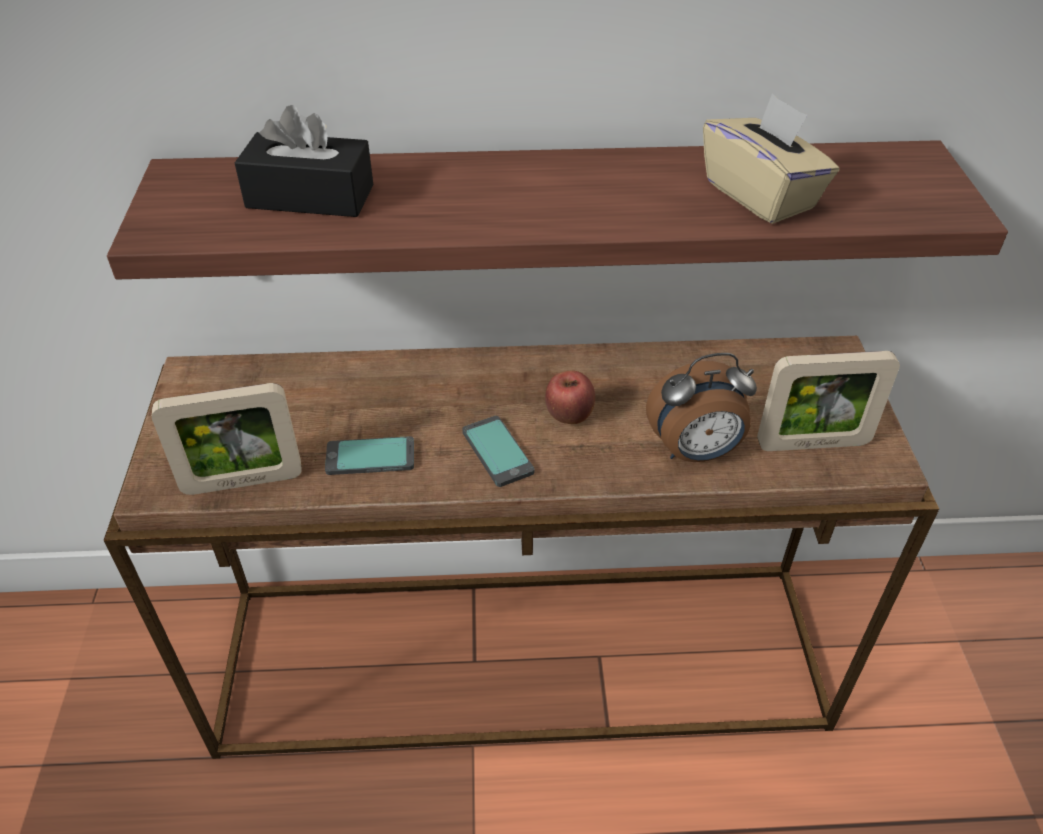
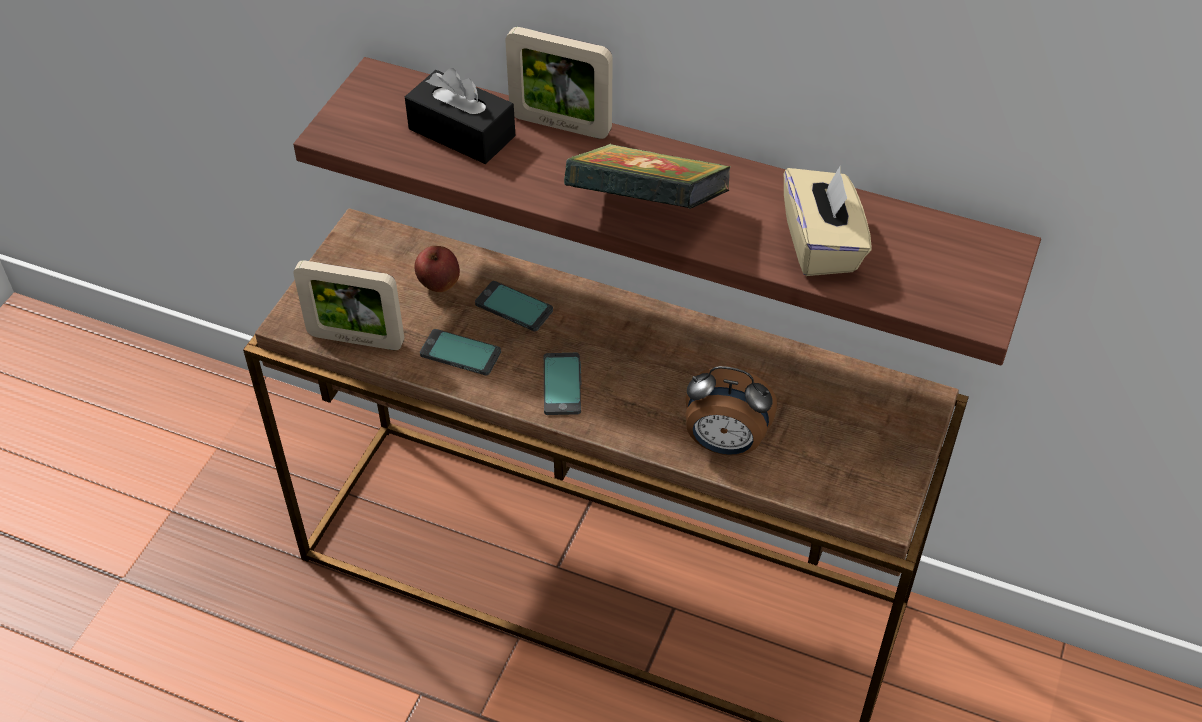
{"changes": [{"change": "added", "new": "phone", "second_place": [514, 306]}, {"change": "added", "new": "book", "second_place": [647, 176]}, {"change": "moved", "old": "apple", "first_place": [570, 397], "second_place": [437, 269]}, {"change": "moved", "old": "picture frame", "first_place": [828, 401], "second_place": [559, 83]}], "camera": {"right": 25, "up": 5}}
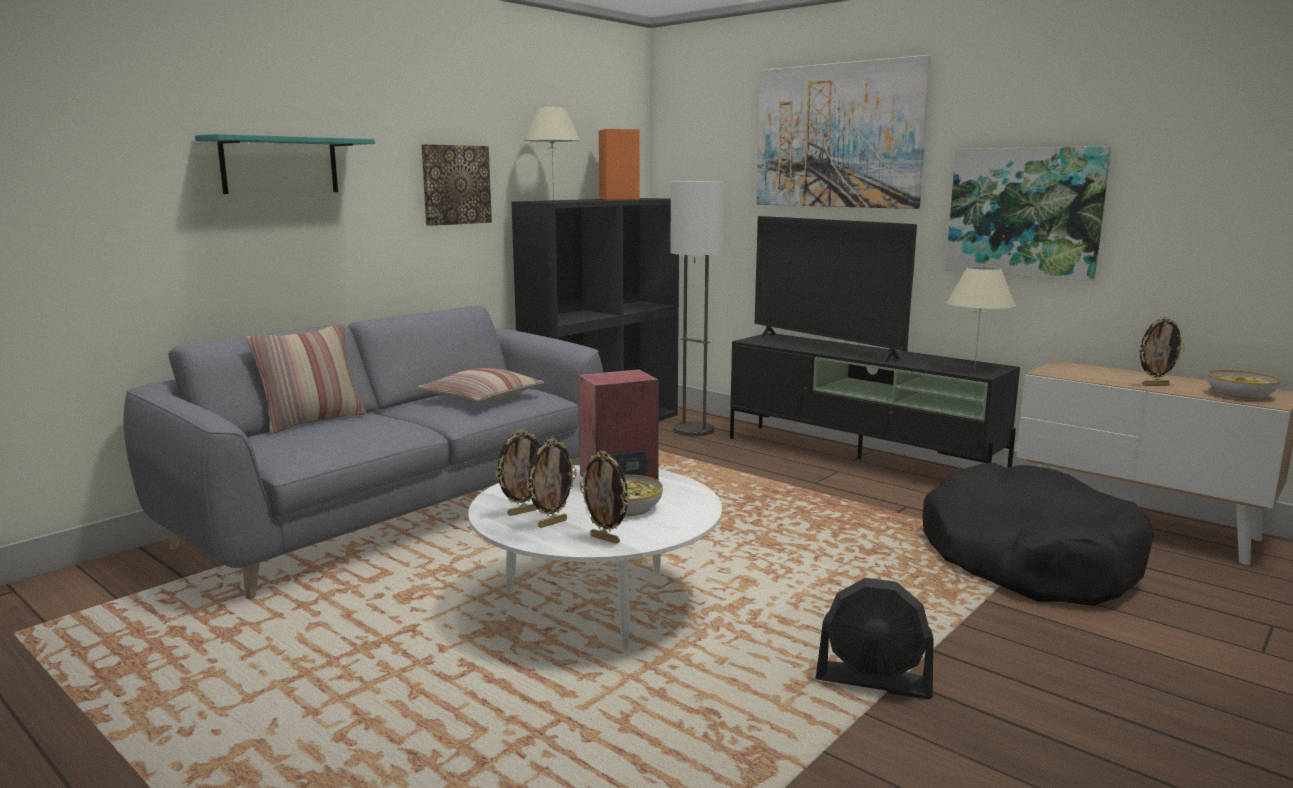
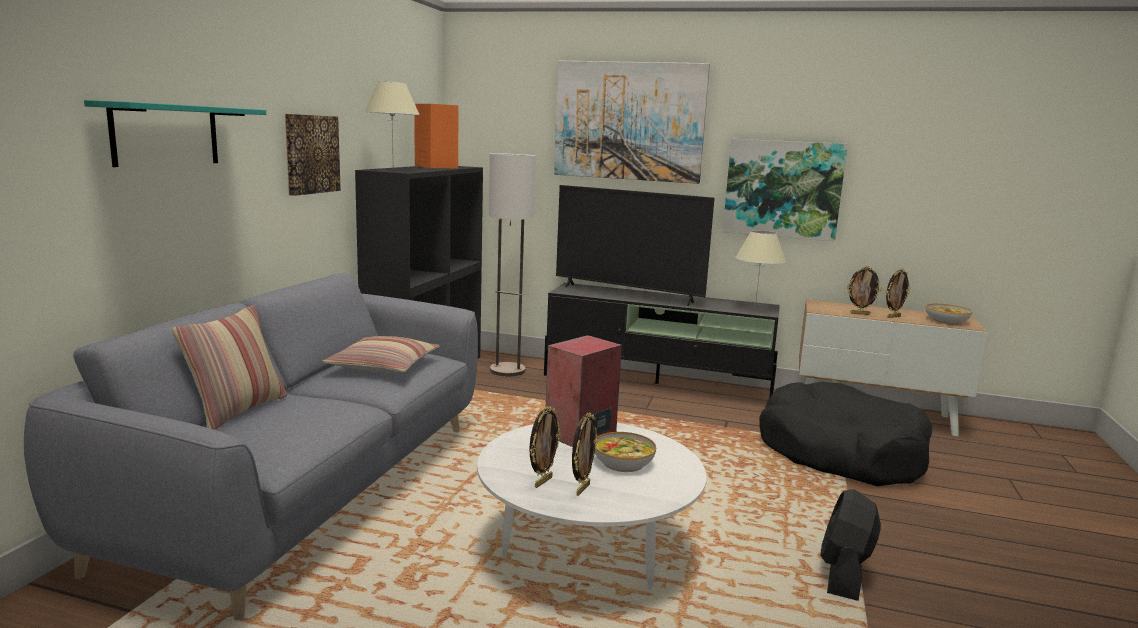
{"changes": [{"change": "moved", "old": "picture frame", "first_place": [605, 497], "second_place": [864, 290]}, {"change": "turned", "old": "fan/black", "first_place": [875, 638], "second_place": [850, 545], "degrees": 120}], "camera": {"right": -25, "up": 0}}
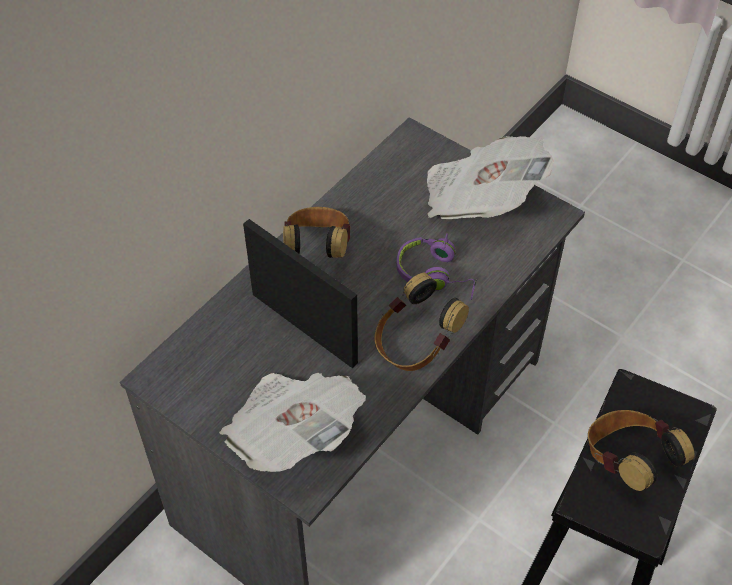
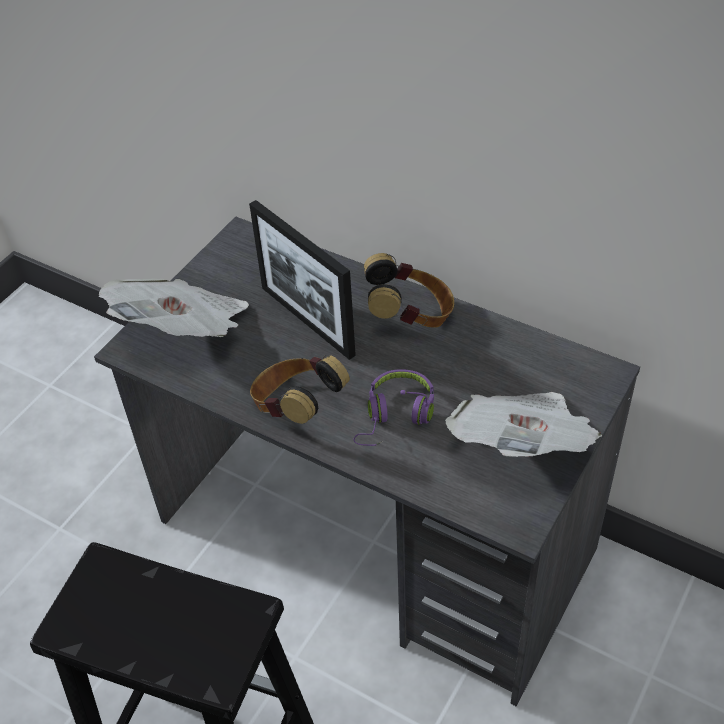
{"changes": [{"change": "removed", "old": "headphones", "first_place": [641, 450]}, {"change": "turned", "old": "picture frame", "first_place": [300, 293], "second_place": [302, 280], "degrees": 105}], "camera": {"right": 85, "up": -5}}
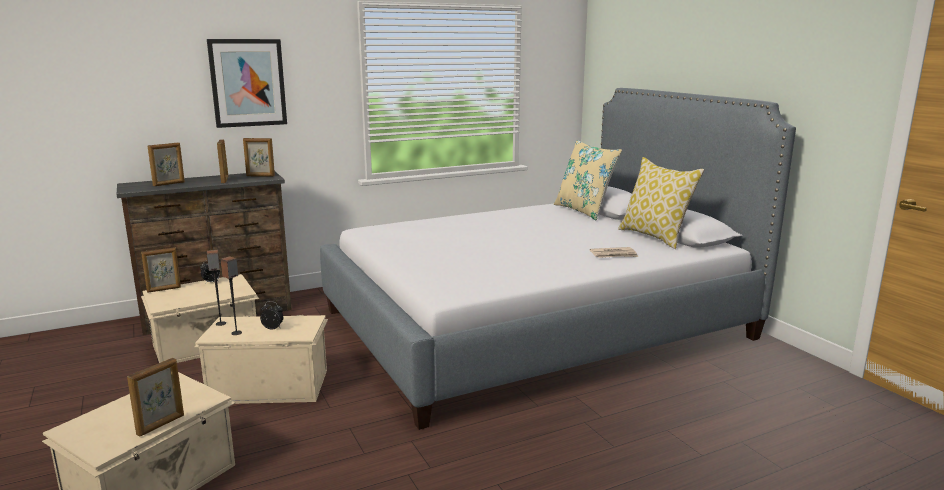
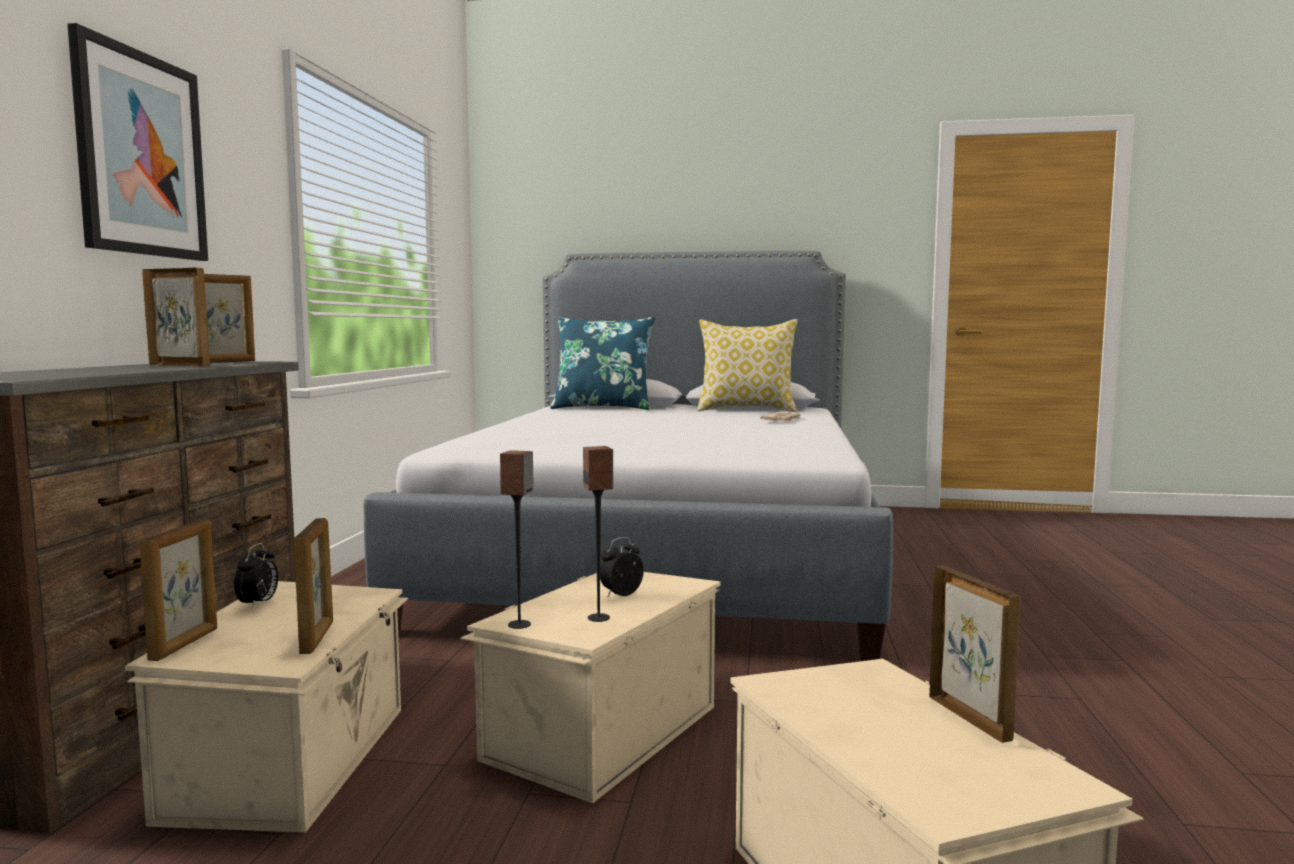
{"changes": [{"change": "moved", "old": "picture frame", "first_place": [166, 164], "second_place": [313, 586]}, {"change": "recoloured", "old": "pillow/beige", "new": "pillow/blue", "first_place": [588, 180], "second_place": [602, 363]}], "camera": {"right": -55, "up": -10}}
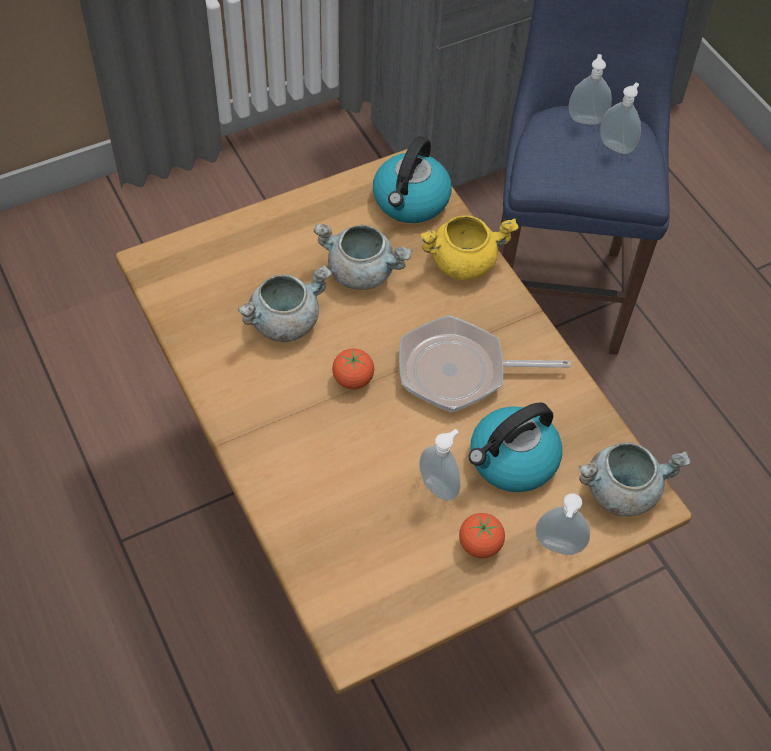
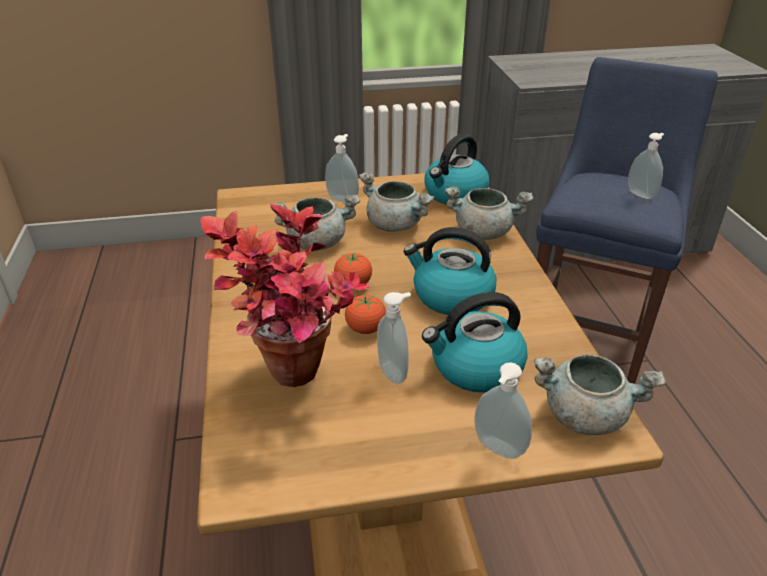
{"changes": [{"change": "added", "new": "potted plant", "second_place": [284, 295]}, {"change": "moved", "old": "tomato", "first_place": [482, 535], "second_place": [365, 314]}, {"change": "moved", "old": "soap dispenser", "first_place": [590, 89], "second_place": [342, 168]}, {"change": "replaced", "old": "frying pan", "new": "kettle", "first_place": [485, 364], "second_place": [449, 271]}, {"change": "recoloured", "old": "cooking pot/yellow", "new": "cooking pot/grey", "first_place": [469, 247], "second_place": [489, 213]}], "camera": {"right": 20, "up": -20}}
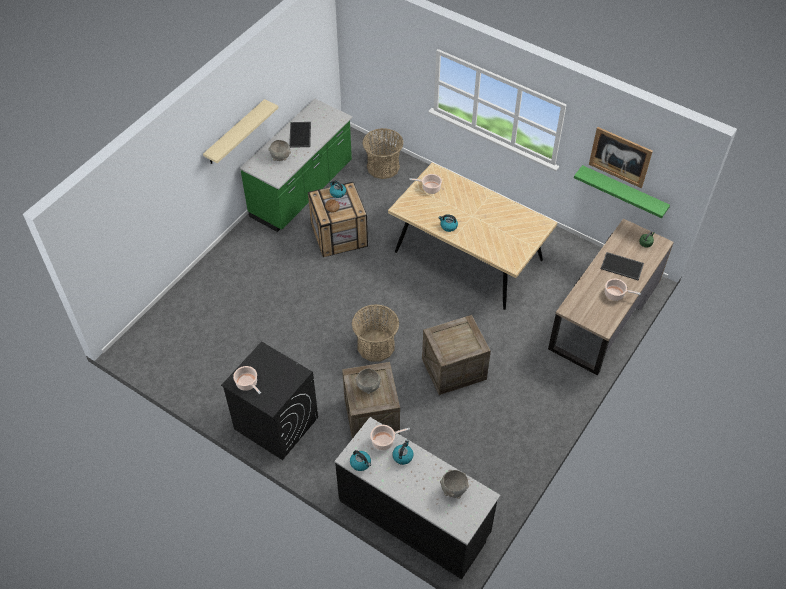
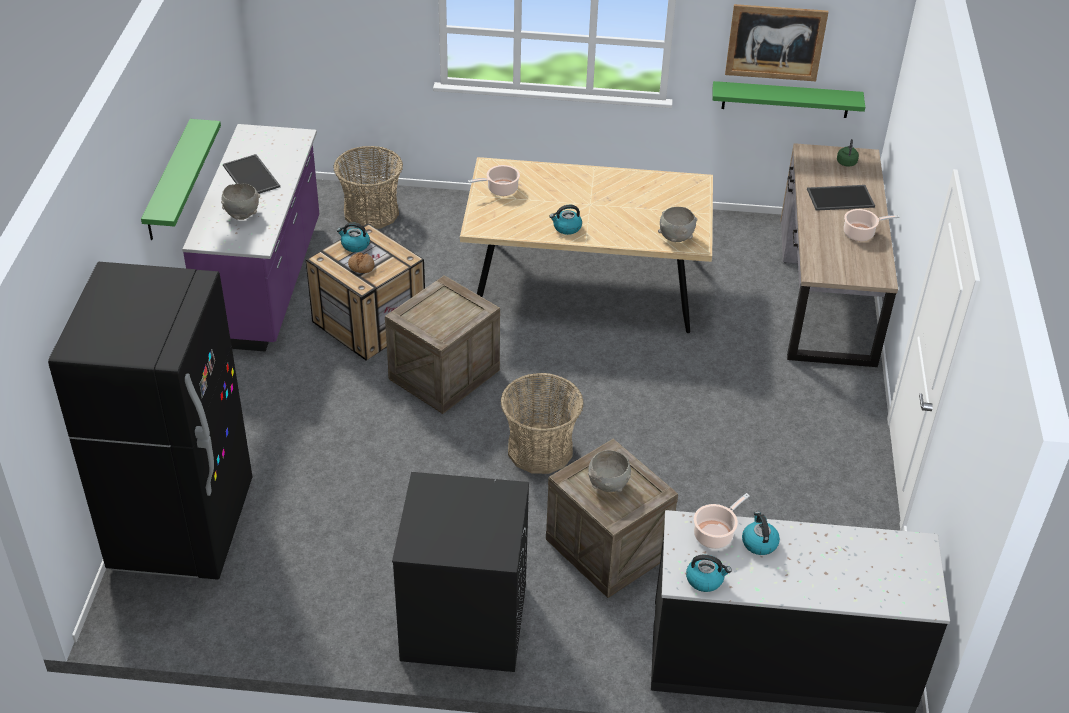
{"changes": [{"change": "removed", "old": "cooking pot", "first_place": [247, 380]}, {"change": "added", "new": "fridge/black", "second_place": [150, 421]}, {"change": "moved", "old": "crate", "first_place": [456, 355], "second_place": [442, 344]}, {"change": "moved", "old": "bowl/grey", "first_place": [454, 484], "second_place": [678, 224]}, {"change": "recoloured", "old": "shelf/beige", "new": "shelf/green", "first_place": [241, 131], "second_place": [181, 179]}, {"change": "recoloured", "old": "counter/green", "new": "counter/purple", "first_place": [296, 165], "second_place": [250, 238]}], "camera": {"right": -30, "up": -10}}
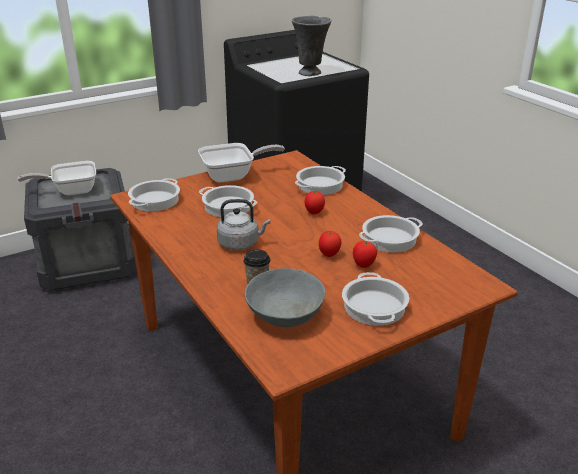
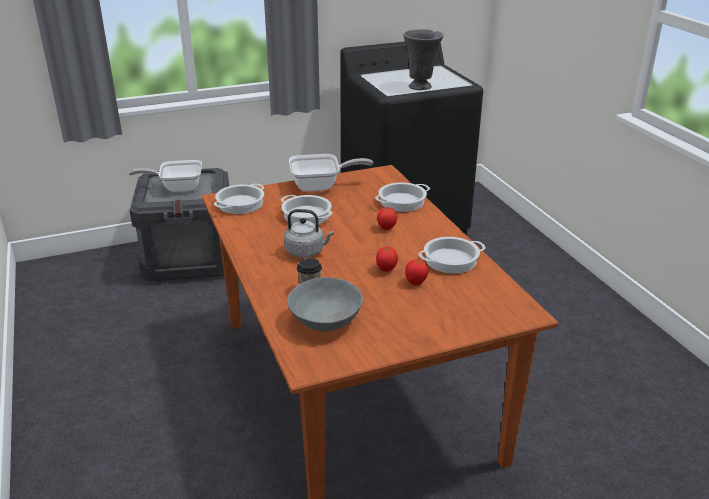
{"changes": [{"change": "removed", "old": "cooking pot", "first_place": [375, 298]}], "camera": {"right": 10, "up": 0}}
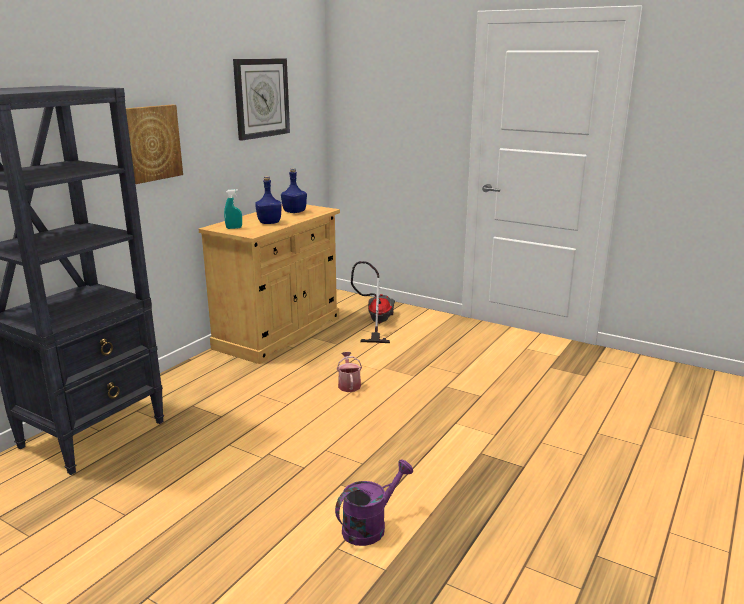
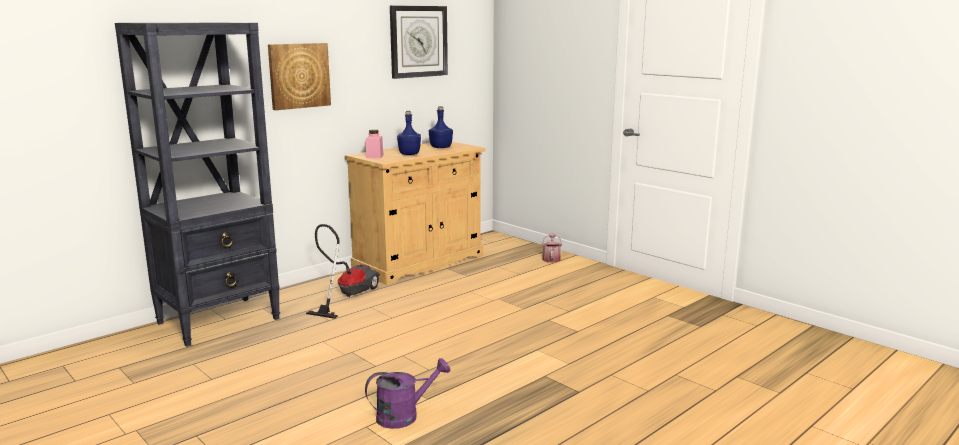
{"changes": [{"change": "moved", "old": "watering can", "first_place": [349, 372], "second_place": [552, 248]}, {"change": "moved", "old": "vacuum cleaner", "first_place": [373, 302], "second_place": [343, 271]}, {"change": "replaced", "old": "spray bottle/turquoise", "new": "jar/pink", "first_place": [233, 209], "second_place": [375, 144]}], "camera": {"right": 15, "up": -5}}
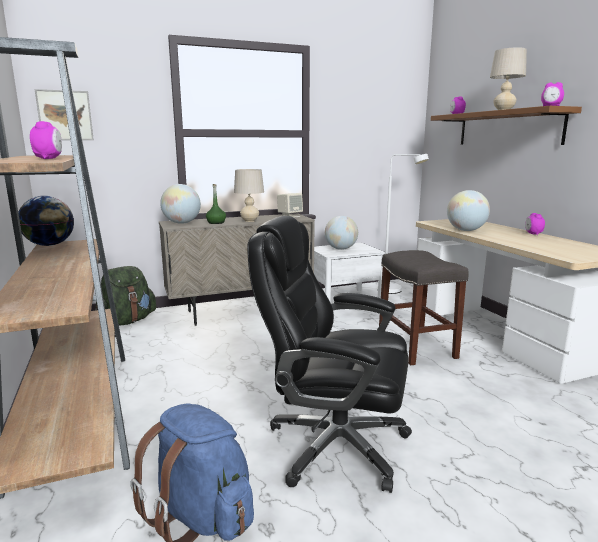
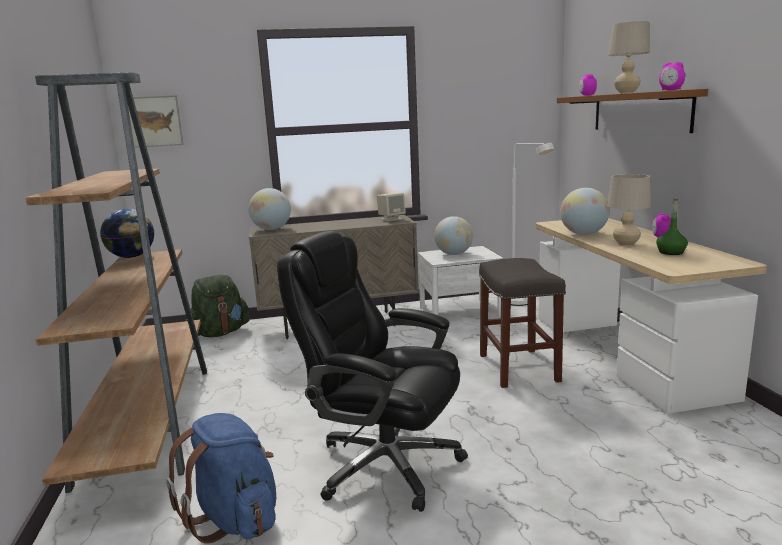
{"changes": [{"change": "removed", "old": "alarm clock", "first_place": [46, 140]}, {"change": "moved", "old": "bottle/green", "first_place": [216, 204], "second_place": [672, 227]}, {"change": "moved", "old": "table lamp/beige", "first_place": [249, 195], "second_place": [629, 210]}], "camera": {"right": 10, "up": 0}}
